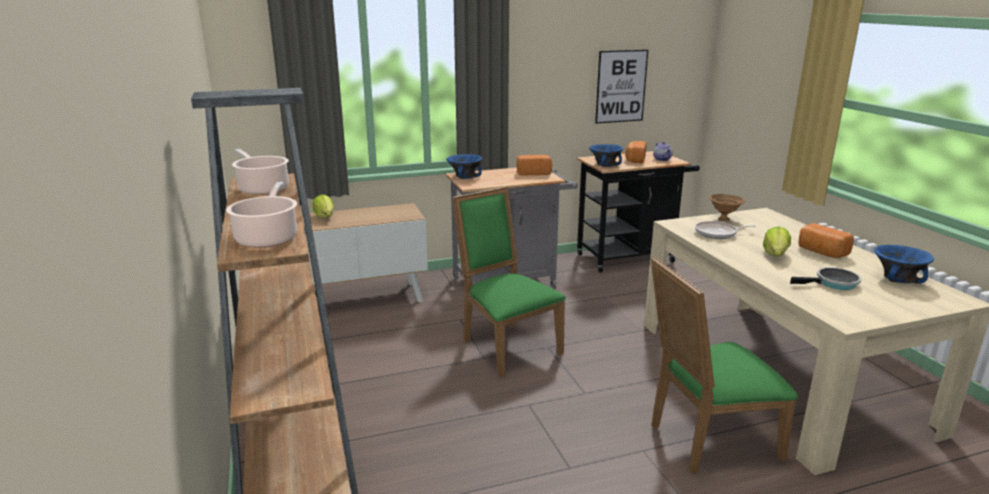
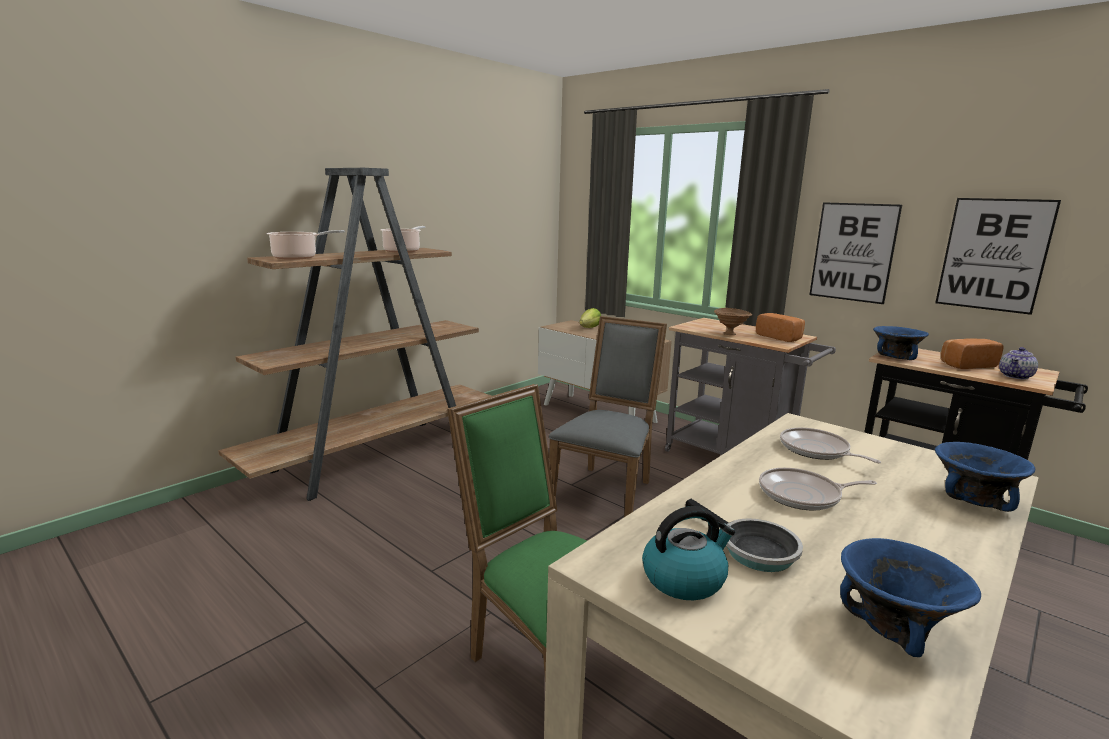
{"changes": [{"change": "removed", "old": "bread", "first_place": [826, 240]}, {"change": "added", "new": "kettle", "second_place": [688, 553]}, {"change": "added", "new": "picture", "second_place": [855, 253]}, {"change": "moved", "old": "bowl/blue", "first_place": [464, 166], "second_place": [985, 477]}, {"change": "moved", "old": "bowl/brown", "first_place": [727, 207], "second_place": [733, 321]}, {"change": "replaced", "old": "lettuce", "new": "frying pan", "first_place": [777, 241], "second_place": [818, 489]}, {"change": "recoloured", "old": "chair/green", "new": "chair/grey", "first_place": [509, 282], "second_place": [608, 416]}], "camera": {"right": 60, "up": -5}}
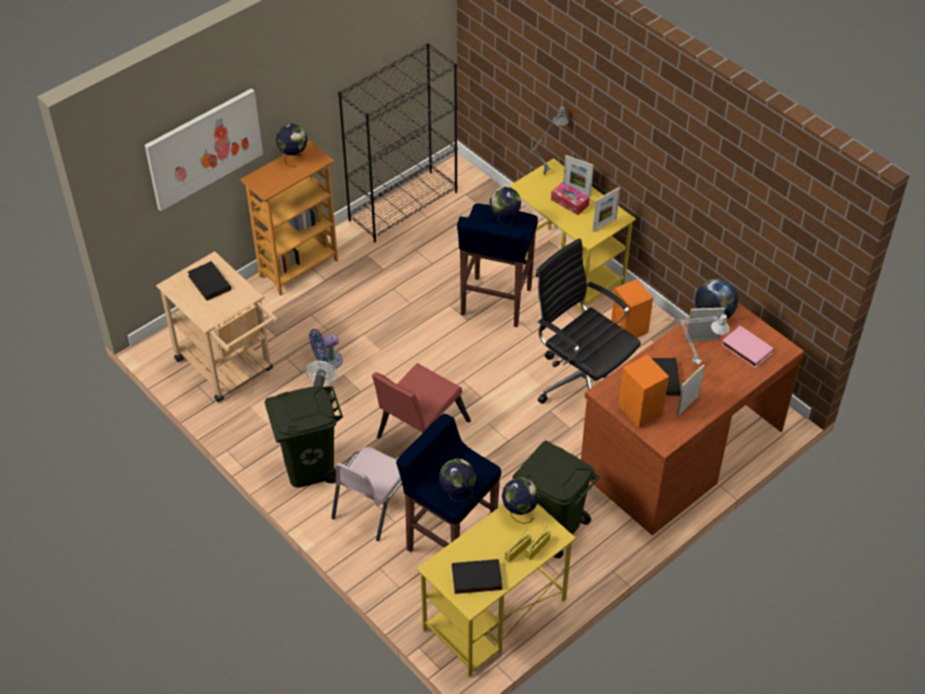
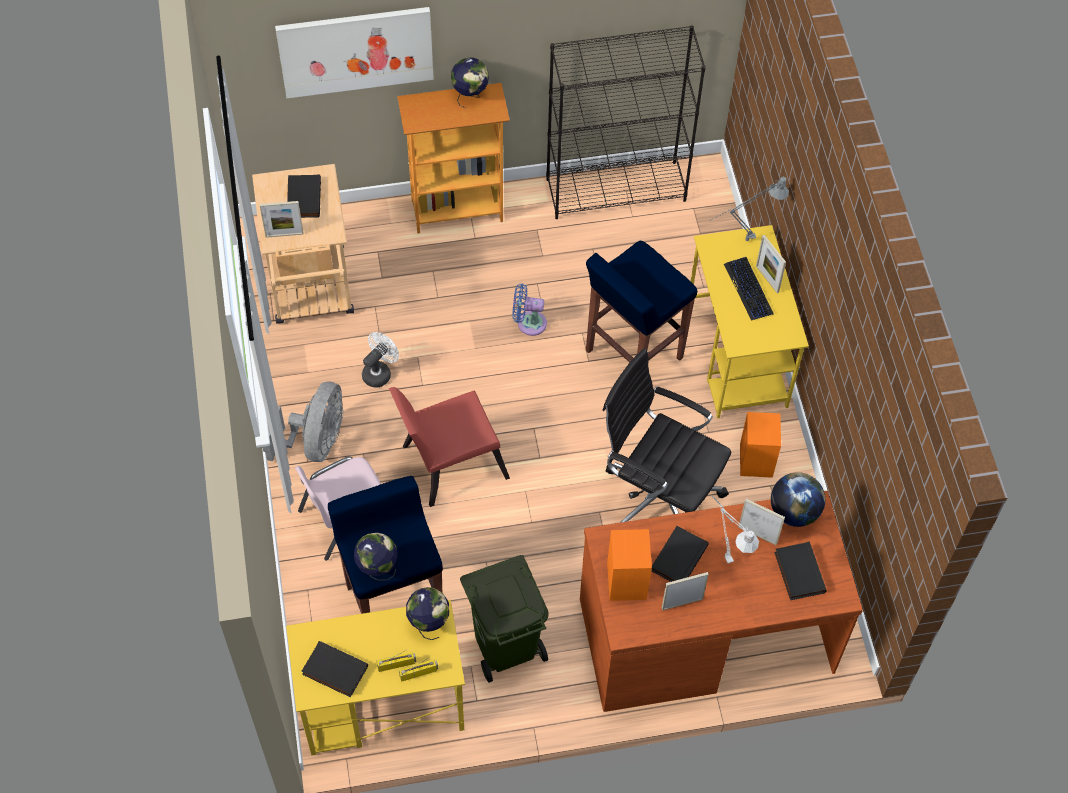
{"changes": [{"change": "removed", "old": "globe", "first_place": [505, 206]}, {"change": "moved", "old": "fan/blue", "first_place": [326, 349], "second_place": [529, 309]}, {"change": "moved", "old": "picture frame", "first_place": [606, 209], "second_place": [282, 219]}, {"change": "replaced", "old": "trash can/green", "new": "fan/grey", "first_place": [303, 437], "second_place": [302, 421]}, {"change": "replaced", "old": "tissue box", "new": "keyboard", "first_place": [570, 198], "second_place": [749, 289]}, {"change": "recoloured", "old": "book/pink", "new": "book/black", "first_place": [747, 347], "second_place": [800, 570]}, {"change": "turned", "old": "office chair/black", "first_place": [588, 321], "second_place": [667, 435], "degrees": -45}], "camera": {"right": 30, "up": 10}}
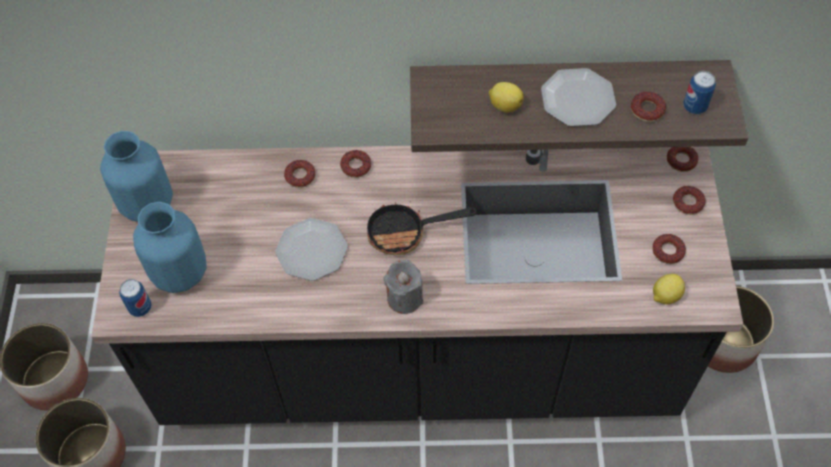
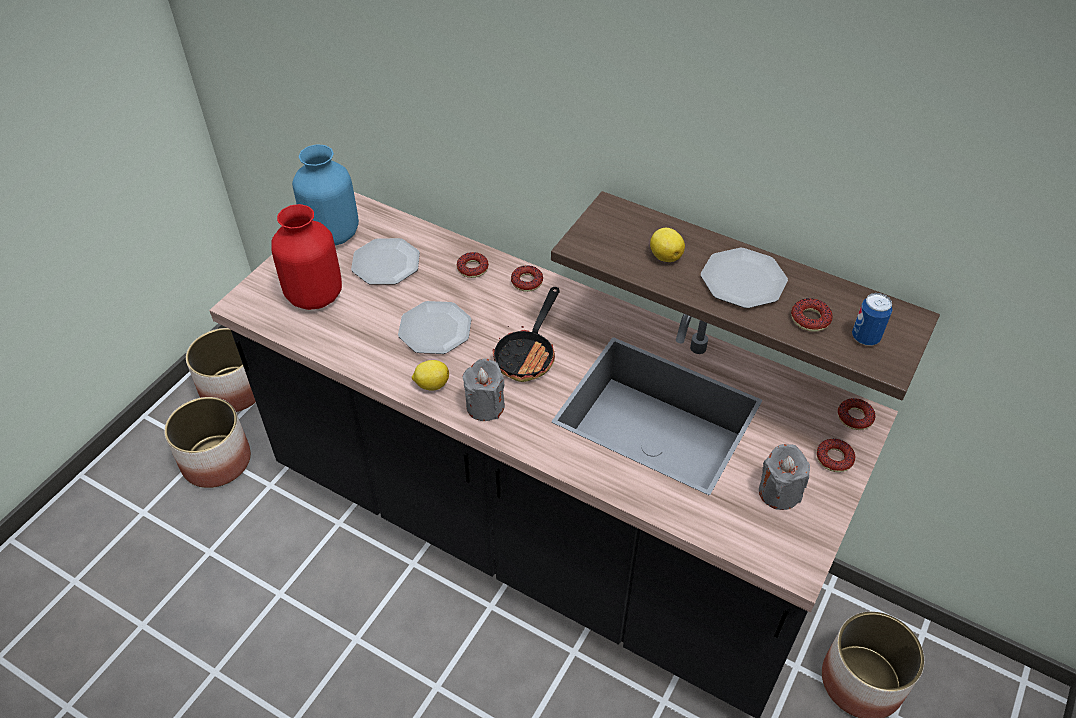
{"changes": [{"change": "removed", "old": "can", "first_place": [135, 298]}, {"change": "added", "new": "plate", "second_place": [385, 261]}, {"change": "moved", "old": "lemon", "first_place": [669, 289], "second_place": [430, 375]}, {"change": "replaced", "old": "donut", "new": "candle/grey", "first_place": [669, 249], "second_place": [784, 477]}, {"change": "recoloured", "old": "vase/blue", "new": "vase/red", "first_place": [170, 247], "second_place": [306, 257]}, {"change": "turned", "old": "frying pan", "first_place": [422, 228], "second_place": [526, 334], "degrees": -90}], "camera": {"right": 30, "up": -10}}
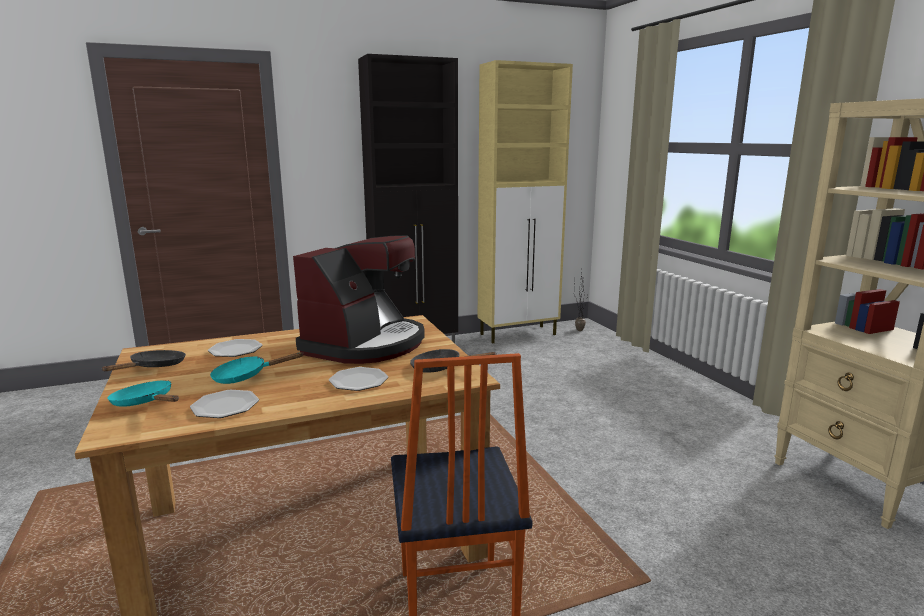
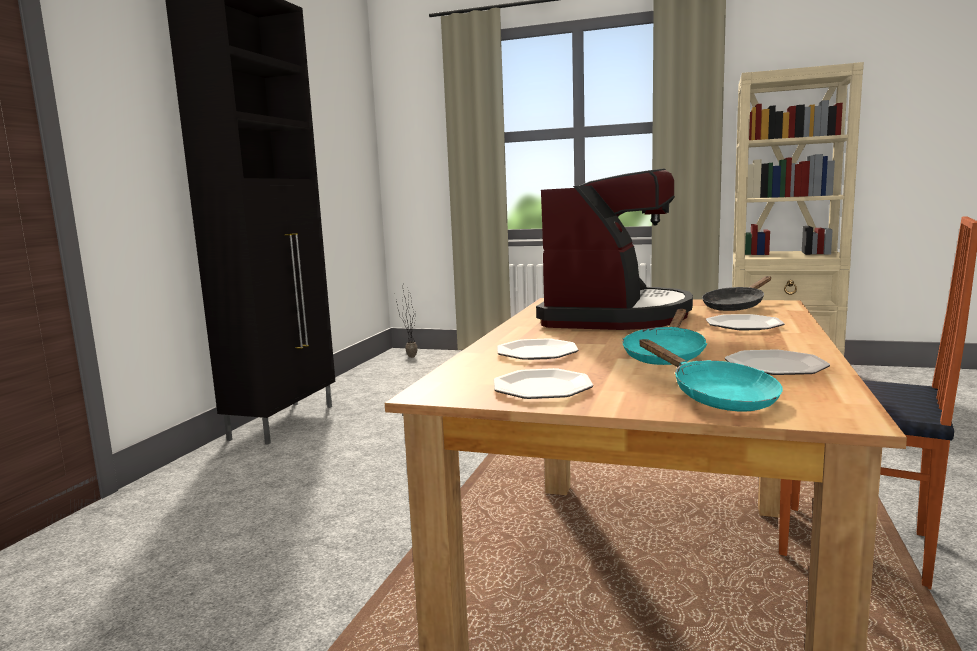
{"changes": [{"change": "removed", "old": "cabinet/beige", "first_place": [525, 202]}, {"change": "replaced", "old": "frying pan/black", "new": "plate", "first_place": [143, 360], "second_place": [543, 383]}, {"change": "turned", "old": "frying pan/turquoise", "first_place": [143, 393], "second_place": [711, 375], "degrees": -105}, {"change": "turned", "old": "coffee machine", "first_place": [359, 299], "second_place": [614, 249], "degrees": 45}], "camera": {"right": -50, "up": -5}}
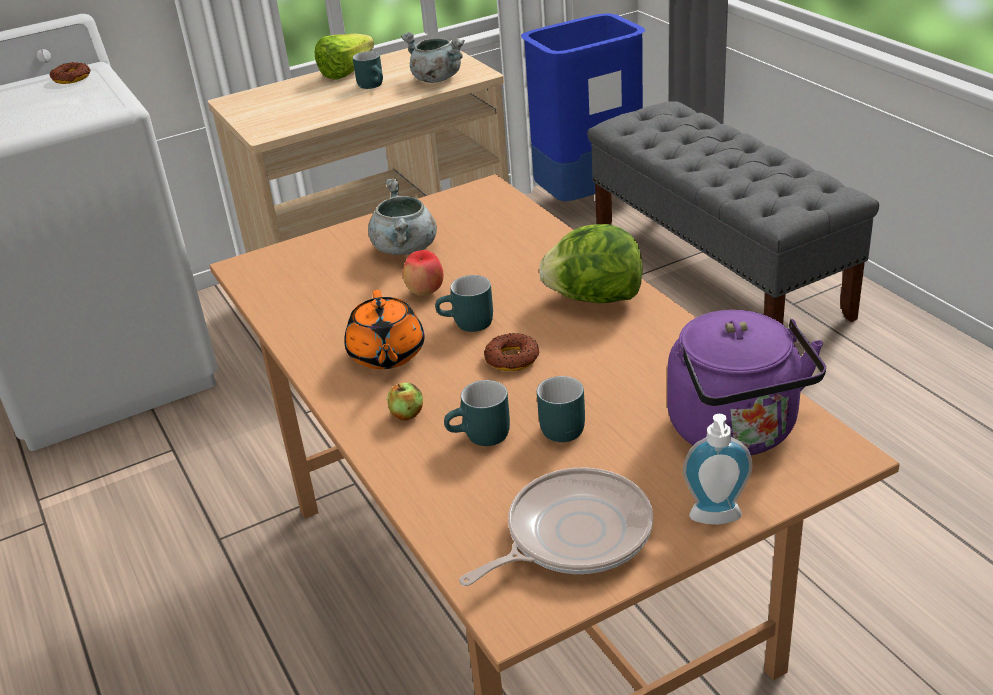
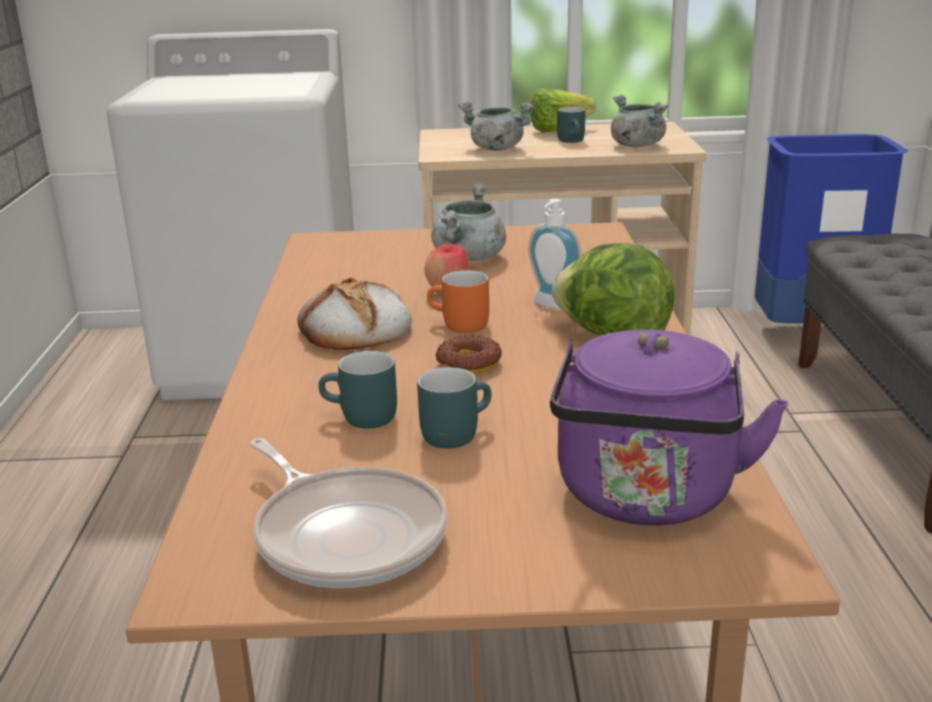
{"changes": [{"change": "removed", "old": "donut", "first_place": [70, 73]}, {"change": "removed", "old": "apple", "first_place": [405, 401]}, {"change": "added", "new": "cooking pot/grey", "second_place": [496, 126]}, {"change": "moved", "old": "soap dispenser", "first_place": [718, 469], "second_place": [554, 254]}, {"change": "replaced", "old": "teapot/orange", "new": "bread", "first_place": [384, 329], "second_place": [354, 313]}, {"change": "recoloured", "old": "mug/turquoise", "new": "mug/orange", "first_place": [464, 303], "second_place": [458, 301]}, {"change": "turned", "old": "frying pan", "first_place": [556, 526], "second_place": [348, 513], "degrees": 60}], "camera": {"right": 25, "up": -10}}
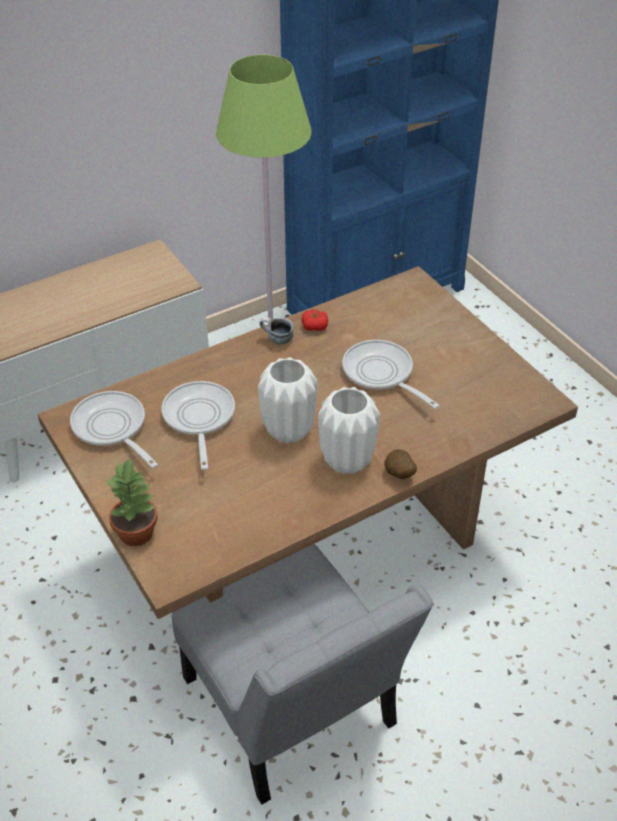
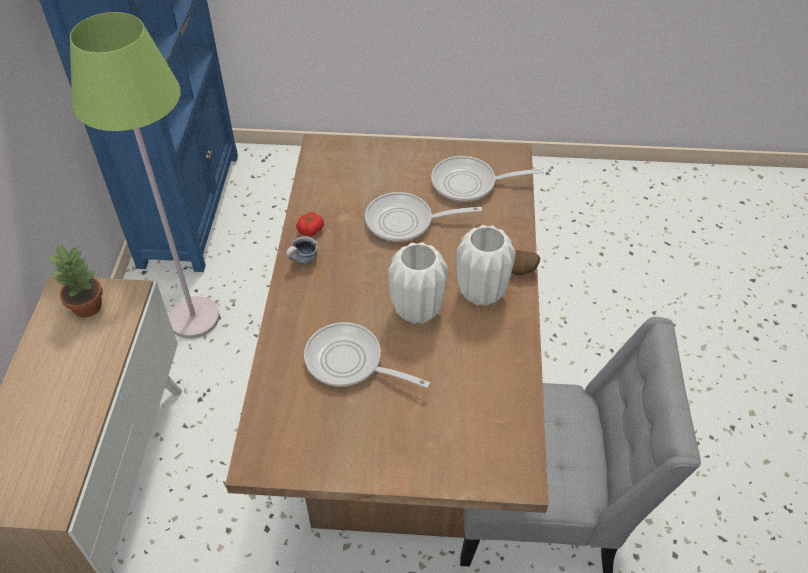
{"changes": [{"change": "moved", "old": "frying pan", "first_place": [114, 429], "second_place": [487, 179]}, {"change": "moved", "old": "potted plant", "first_place": [131, 502], "second_place": [75, 280]}], "camera": {"right": -55, "up": 5}}
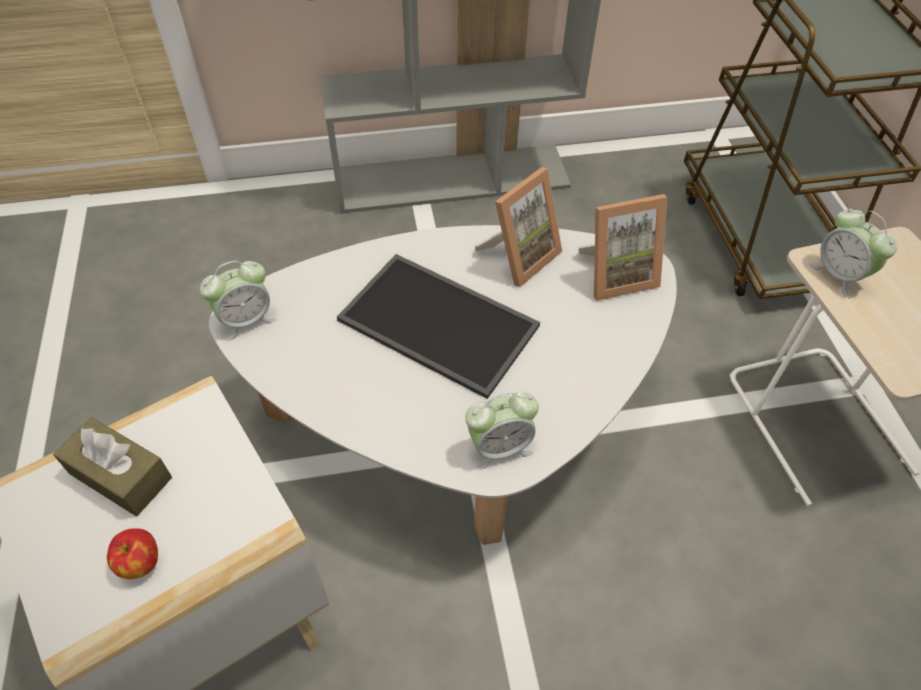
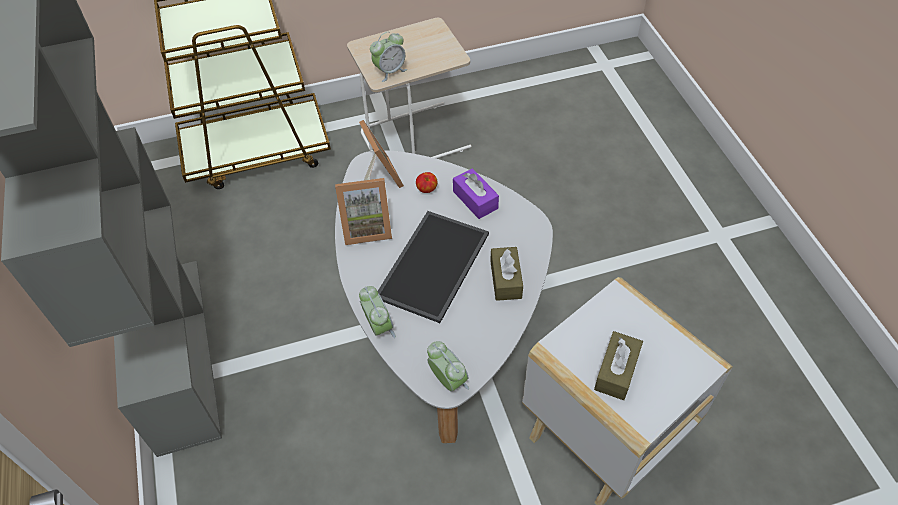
{"changes": [{"change": "added", "new": "tissue box/purple", "second_place": [476, 193]}, {"change": "added", "new": "tissue box/brown", "second_place": [506, 274]}, {"change": "moved", "old": "apple", "first_place": [132, 553], "second_place": [426, 182]}, {"change": "moved", "old": "alarm clock", "first_place": [502, 430], "second_place": [377, 312]}, {"change": "turned", "old": "picture frame", "first_place": [518, 227], "second_place": [363, 211], "degrees": 135}], "camera": {"right": -95, "up": 0}}
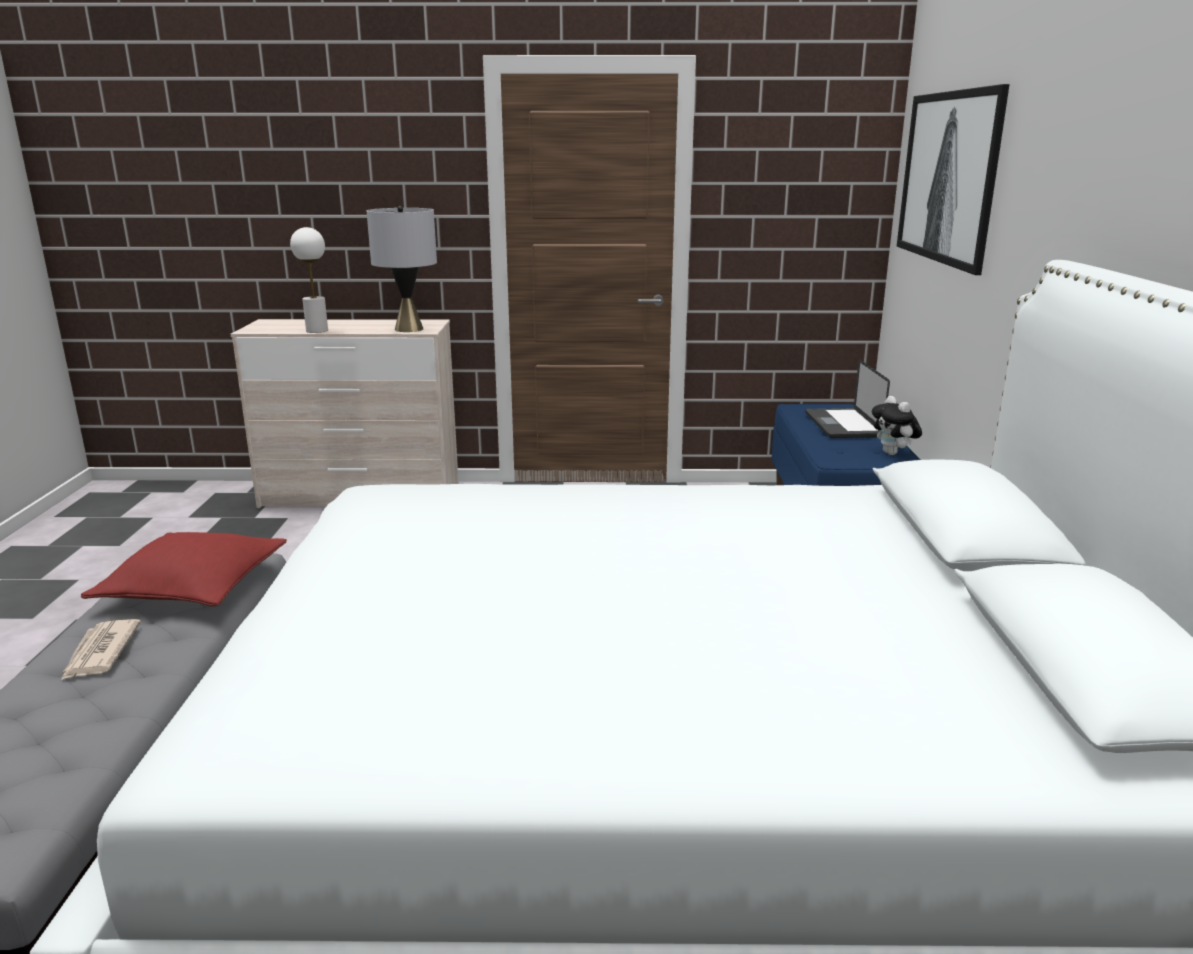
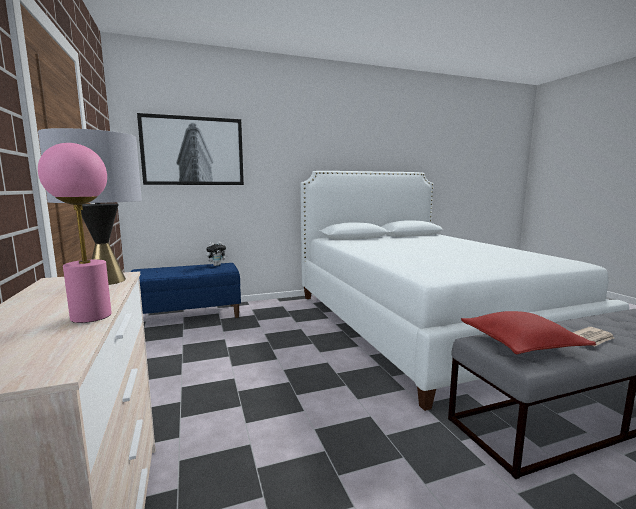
{"changes": [{"change": "removed", "old": "laptop", "first_place": [847, 398]}, {"change": "recoloured", "old": "table lamp/white", "new": "table lamp/pink", "first_place": [309, 280], "second_place": [75, 233]}], "camera": {"right": -110, "up": -10}}
